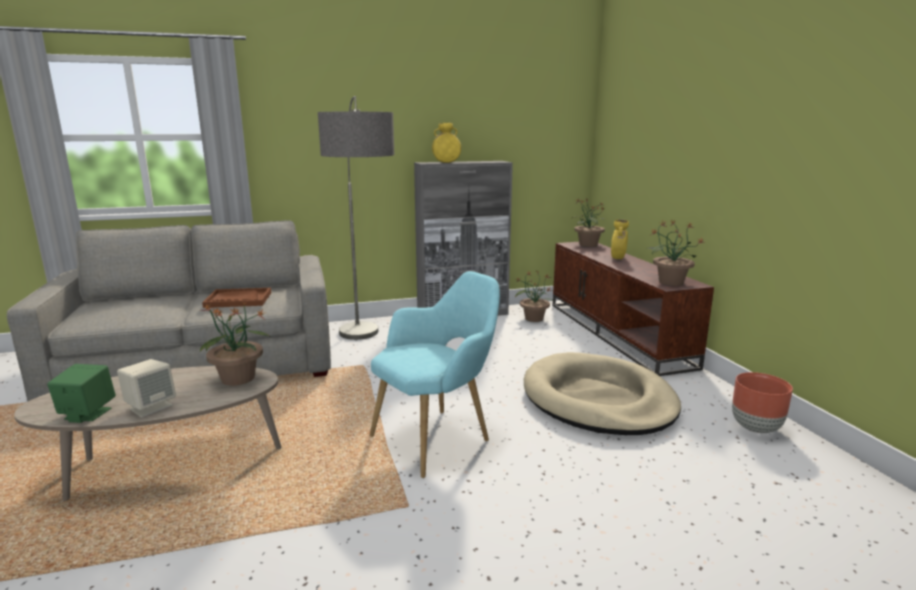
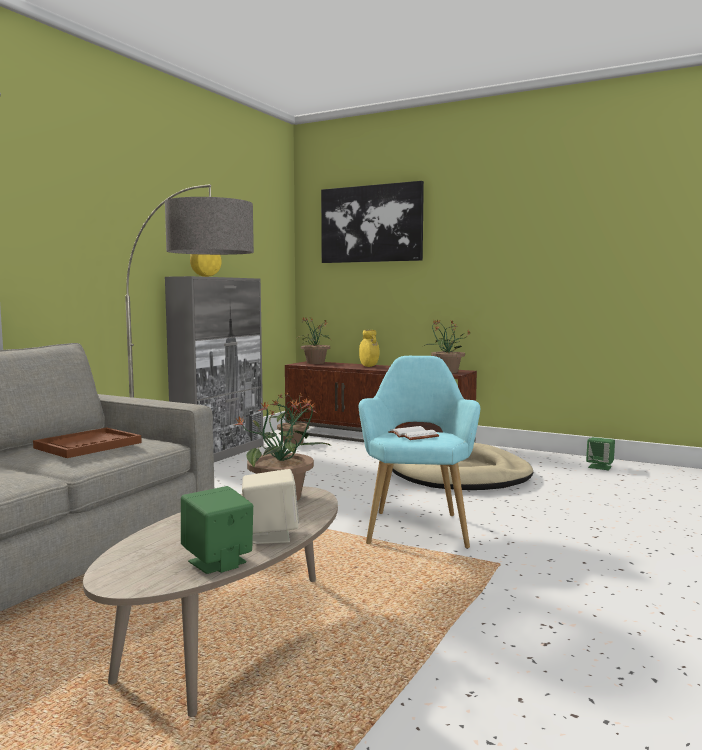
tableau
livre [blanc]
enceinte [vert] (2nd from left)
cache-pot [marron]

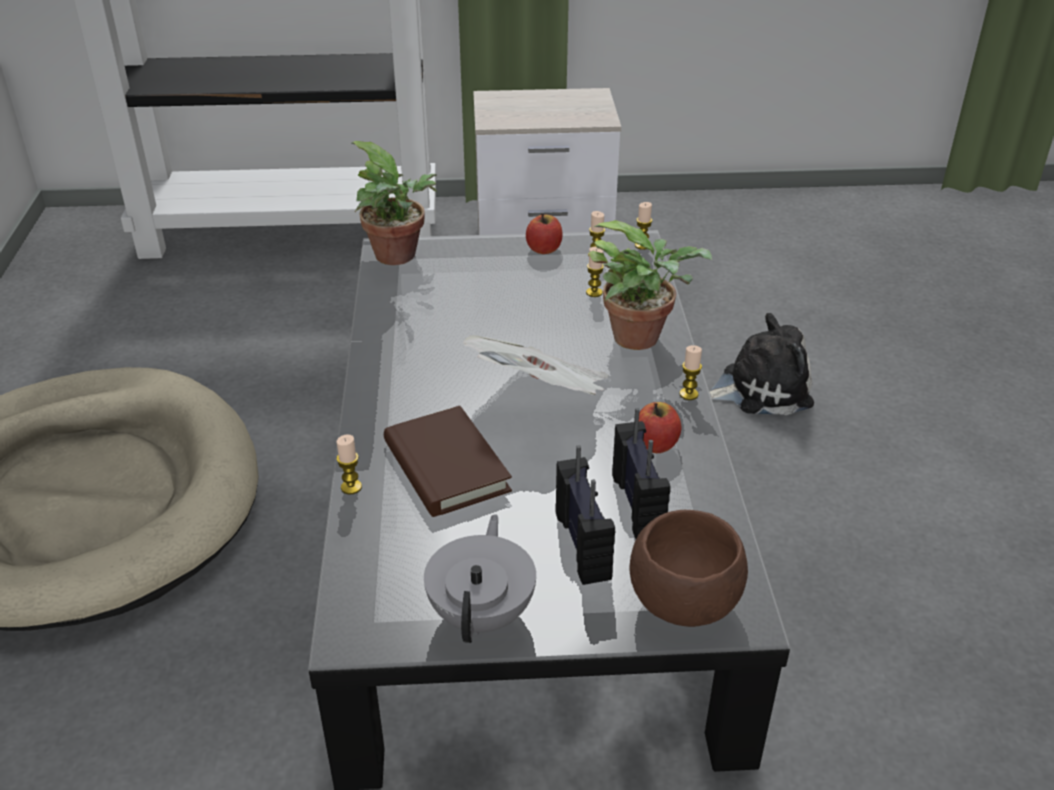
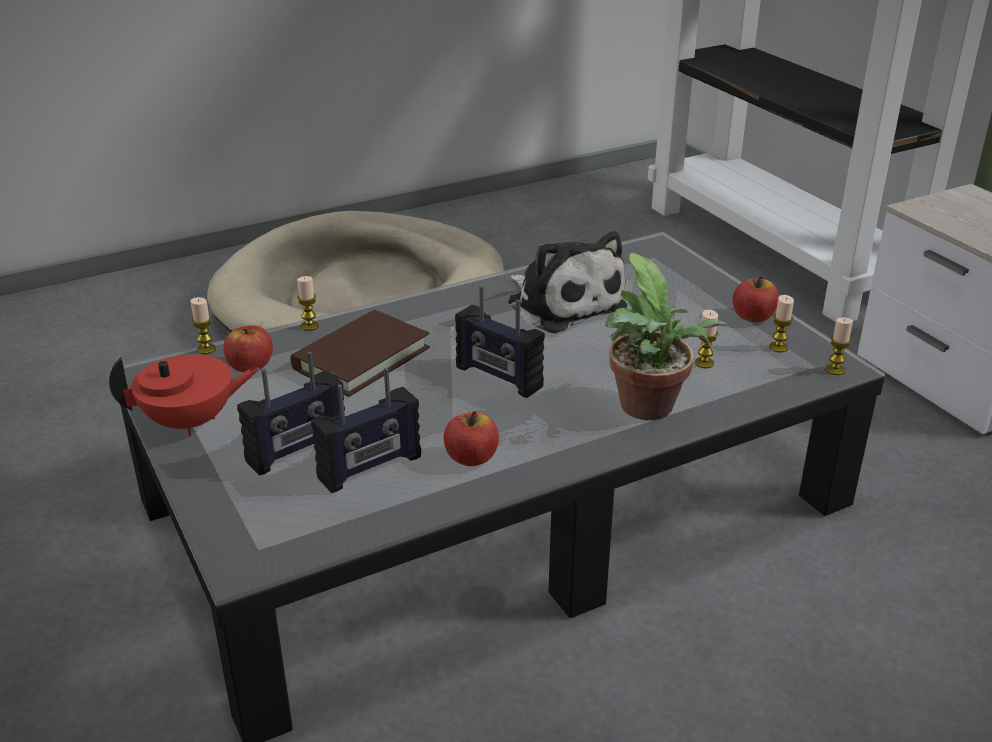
théière [rouge]
bougie (1st from left)
pomme (1st from left)
radio (3rd from left)
peluche
plante en pot (1st from left in the first image)
bol [marron]

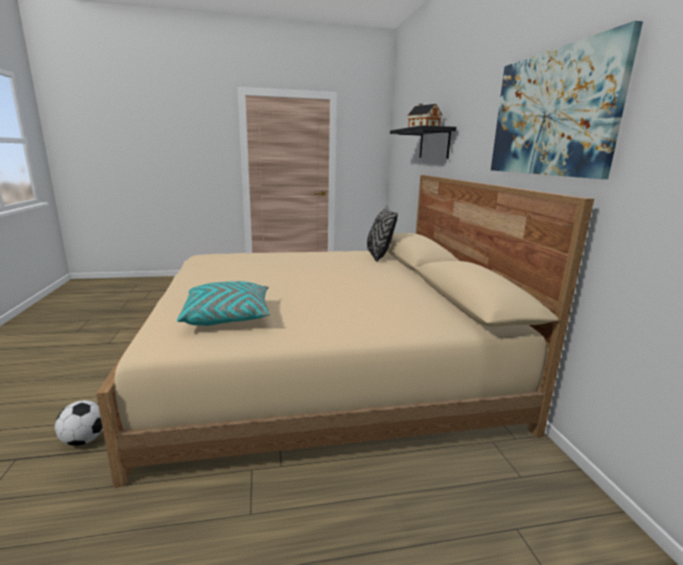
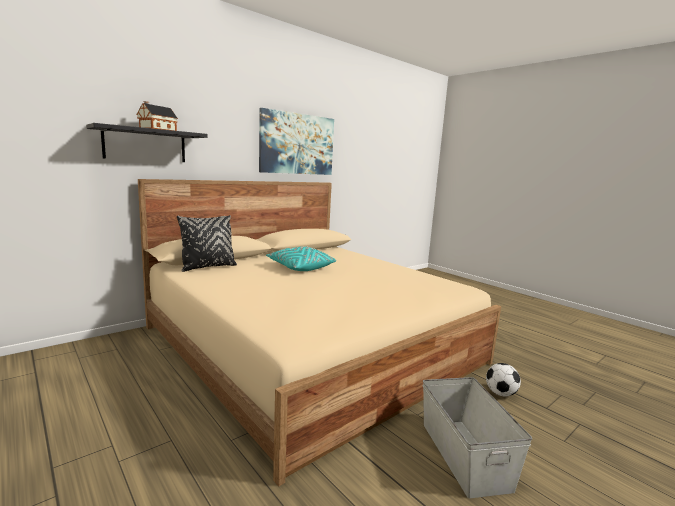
coussin [turquoise]
boîte de rangement [gris]

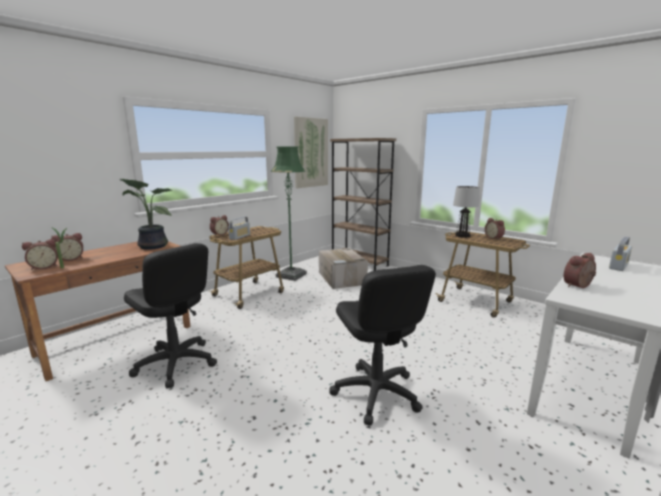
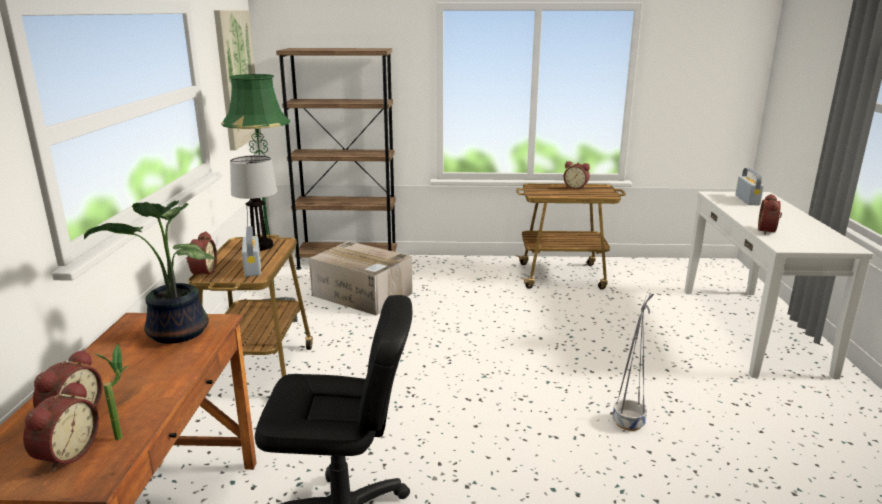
lampe de table
cache-pot [gris]

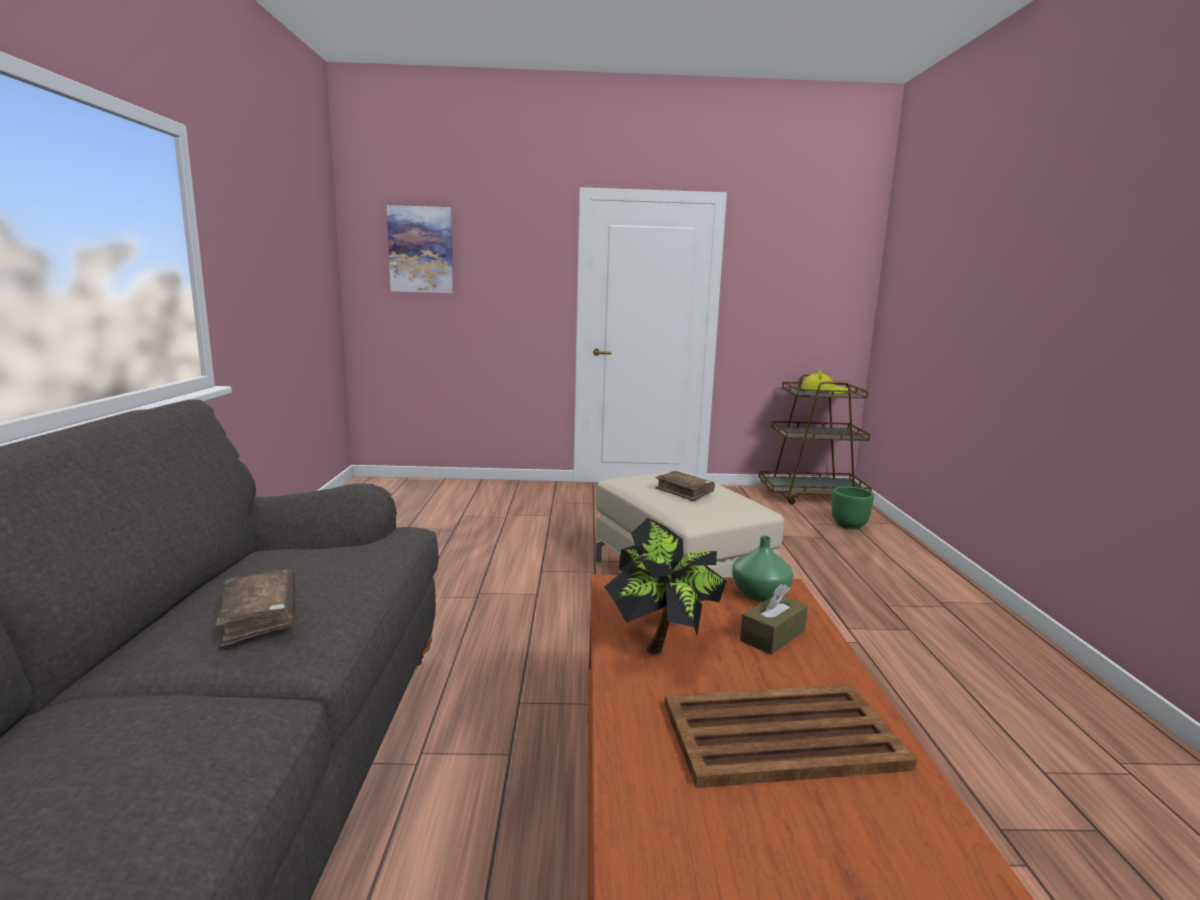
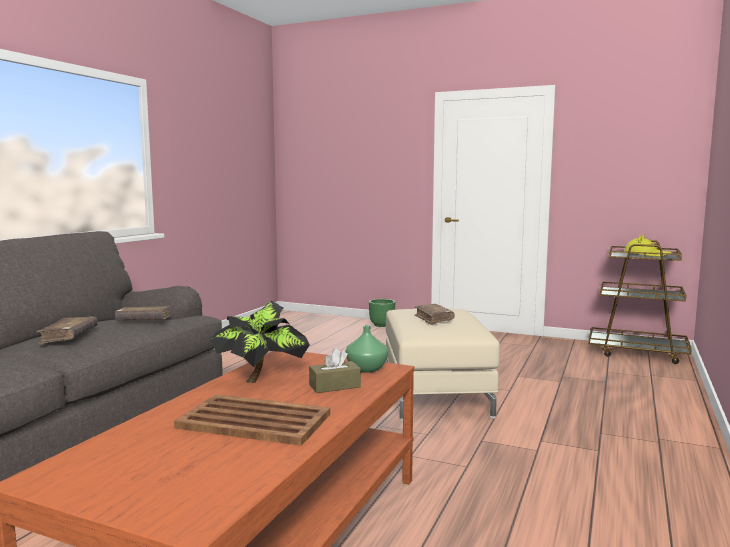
livre [marron] (2nd from left)
cache-pot [vert]
tableau

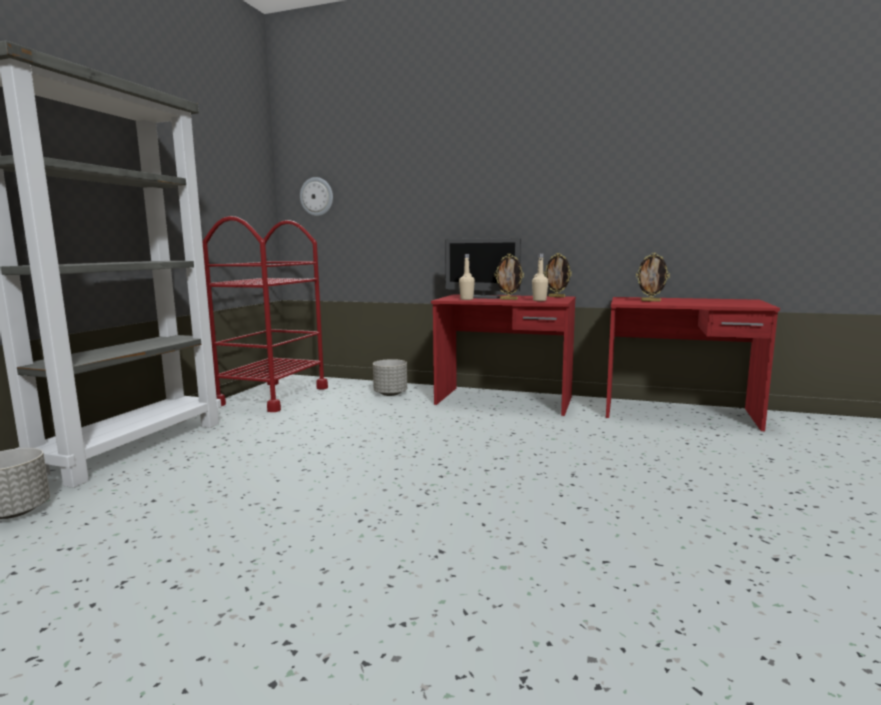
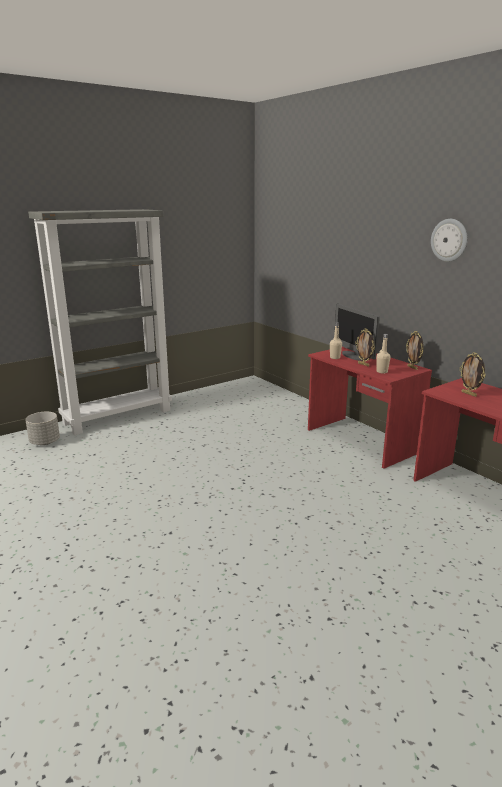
horloge murale
chariot [rouge]
cache-pot [gris] (2nd from left in the first image)

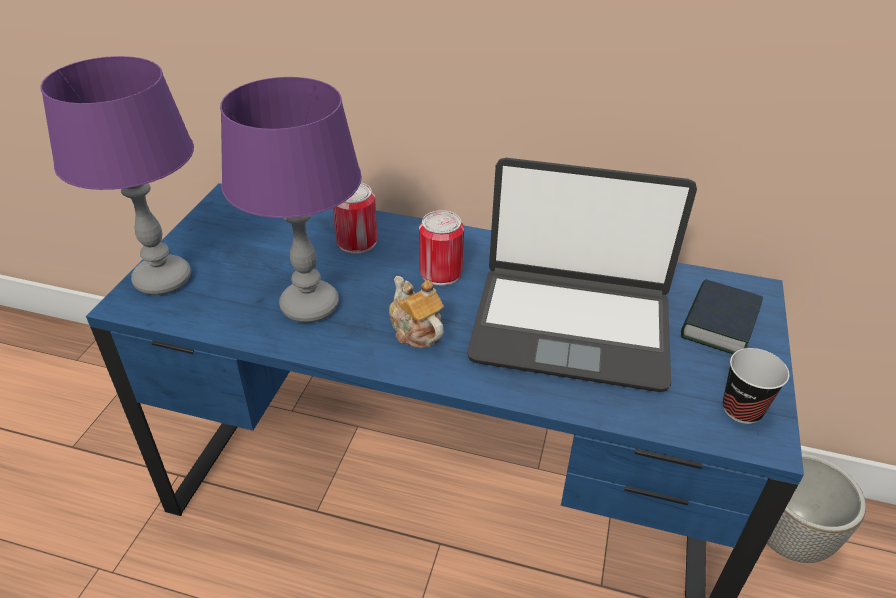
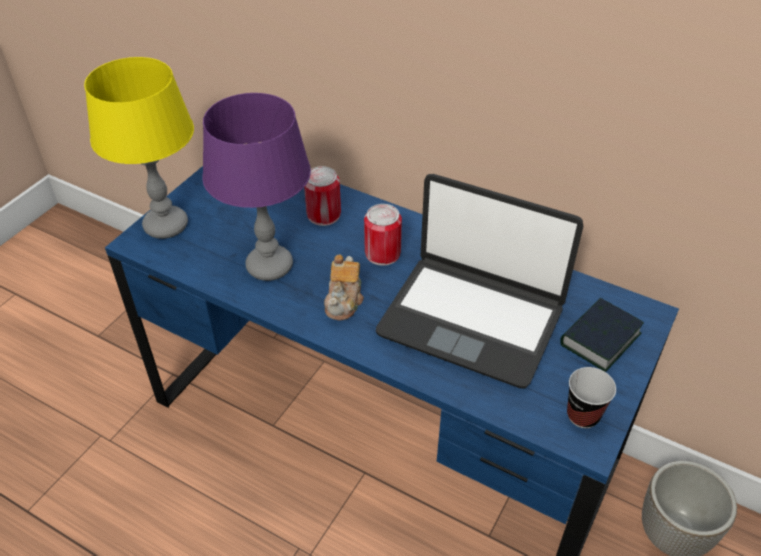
lampe de table [jaune]
théière

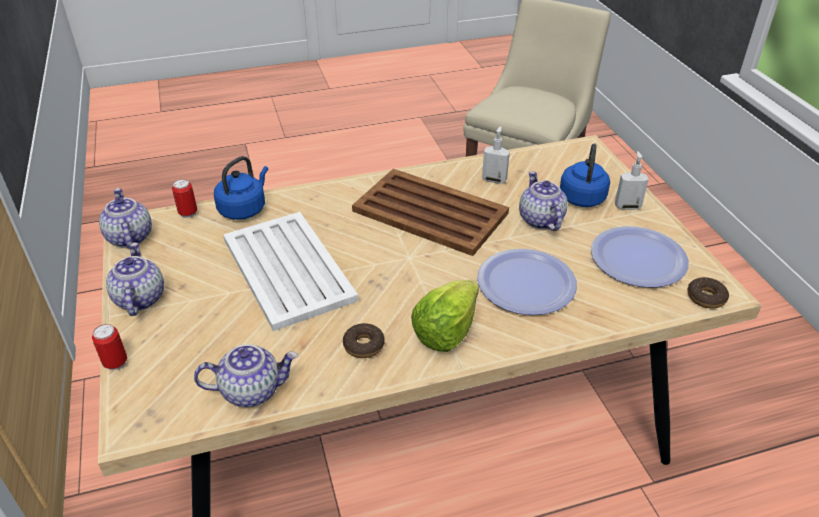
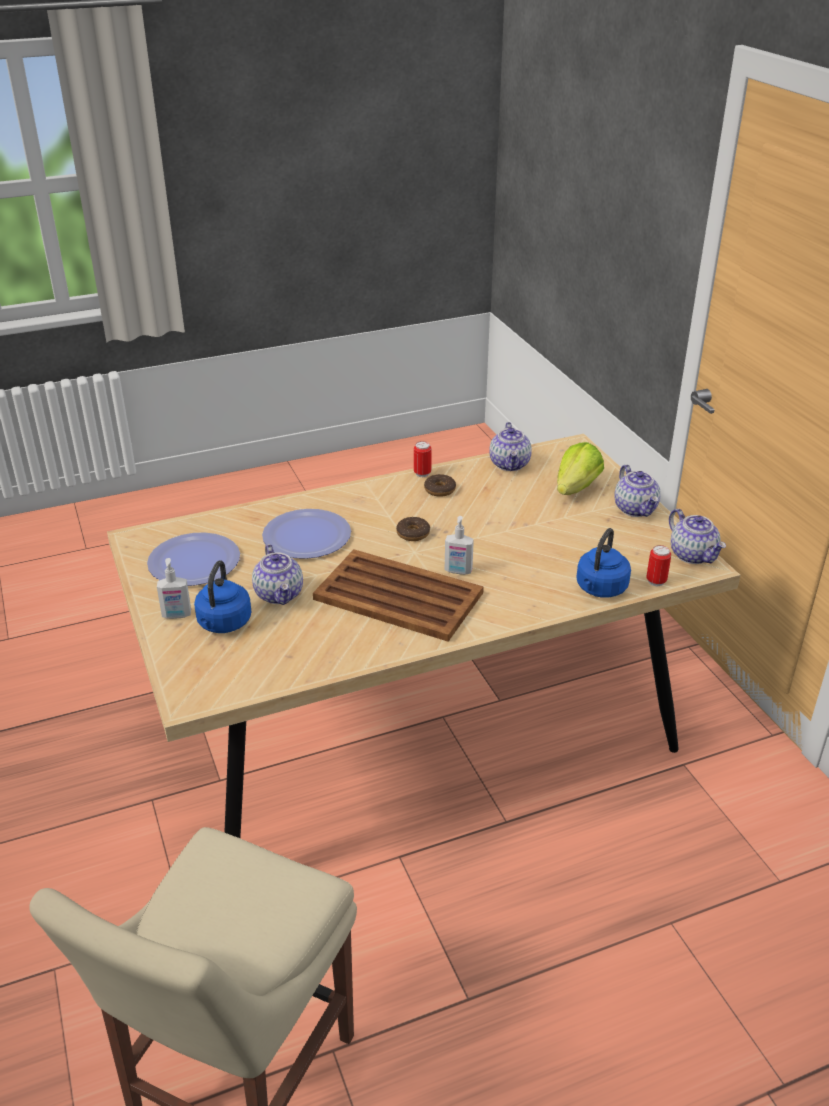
beignet (1st from left)
boîte métallique (1st from left)
distributeur de savon (2nd from left)
théière (2nd from left)
laitue
plateau [blanc]

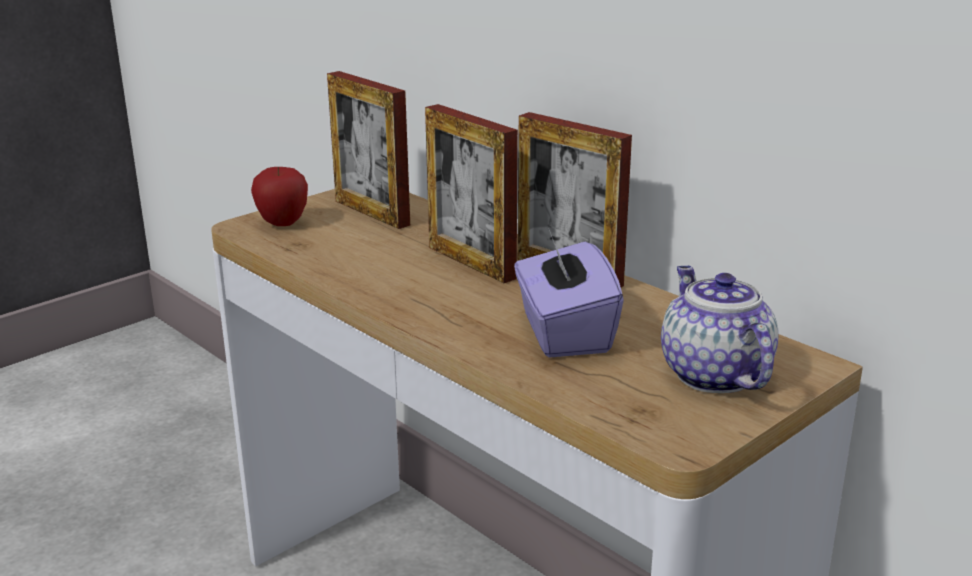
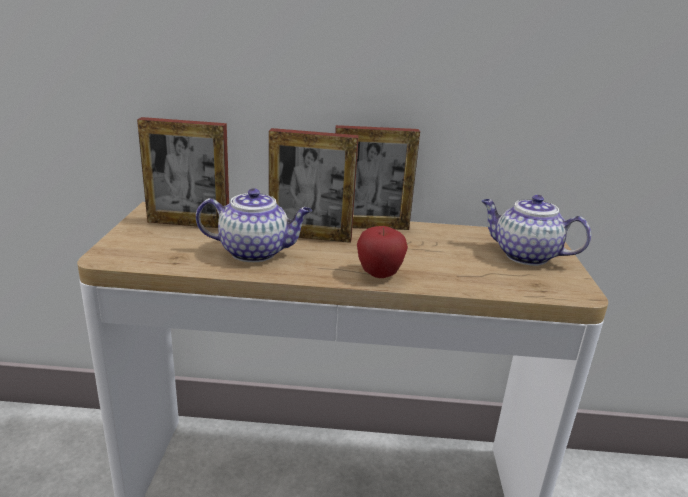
théière (1st from left)
pomme
boîte à mouchoirs [violet]

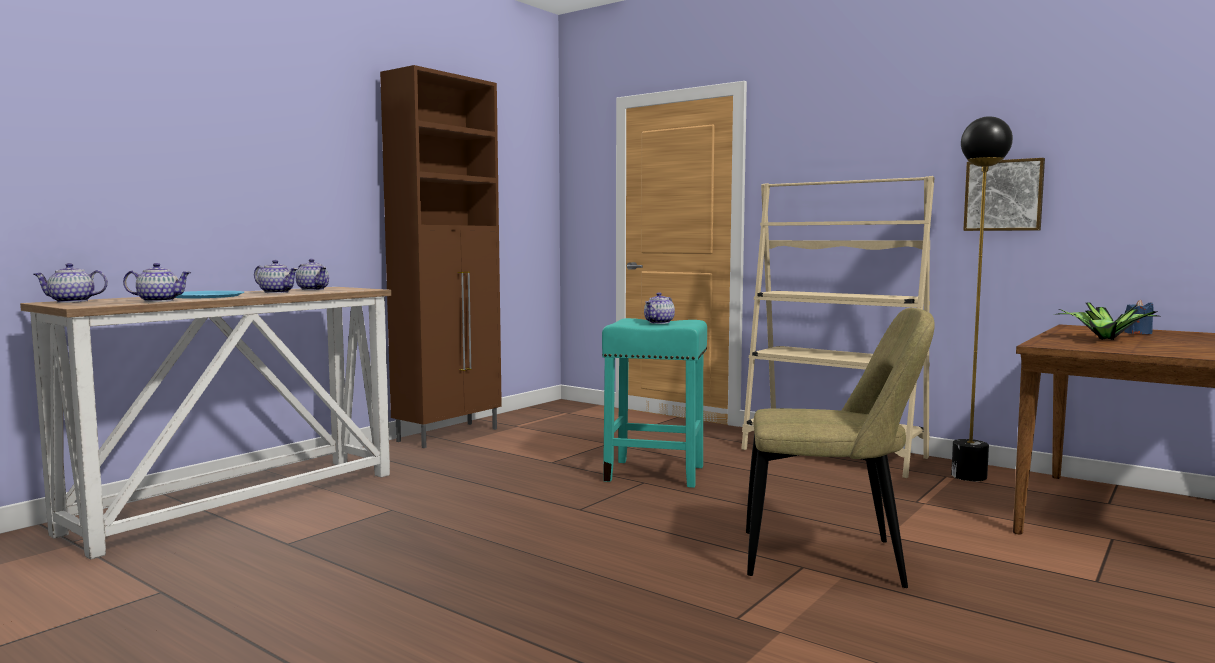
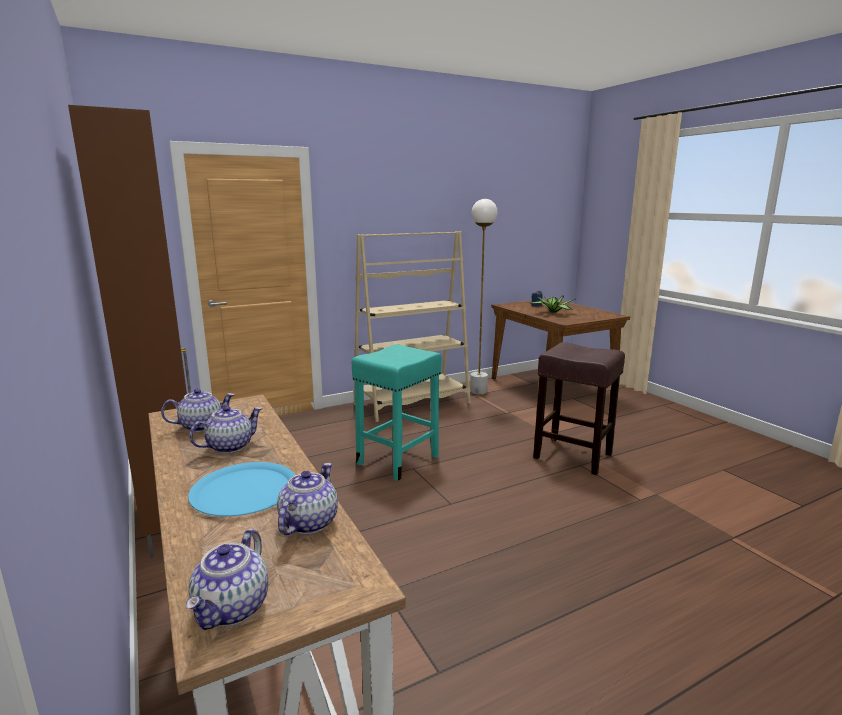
lampadaire [blanc]
tabouret [marron]
théière (5th from left in the first image)
tableau

